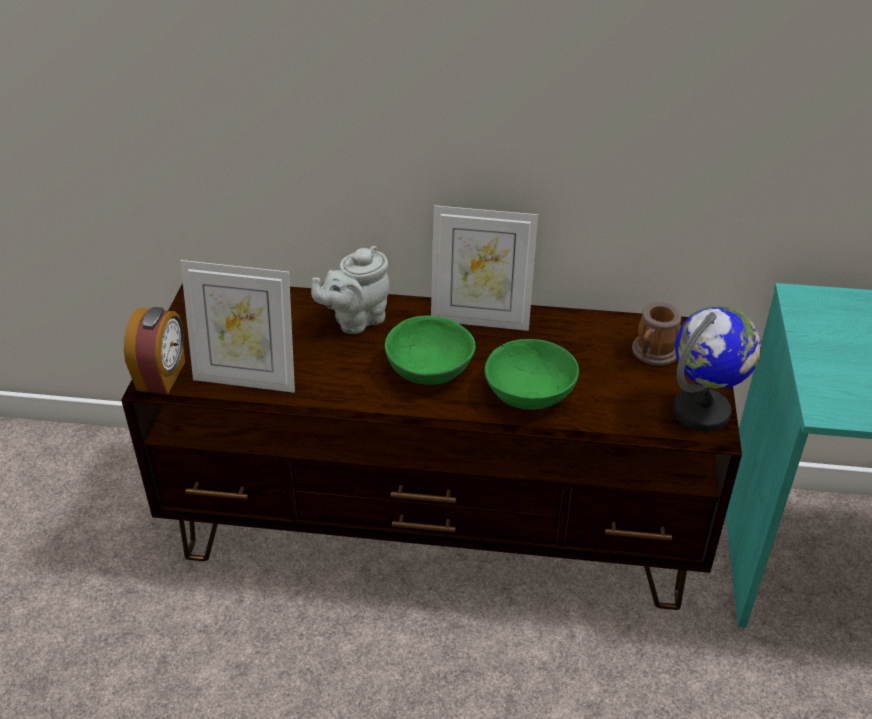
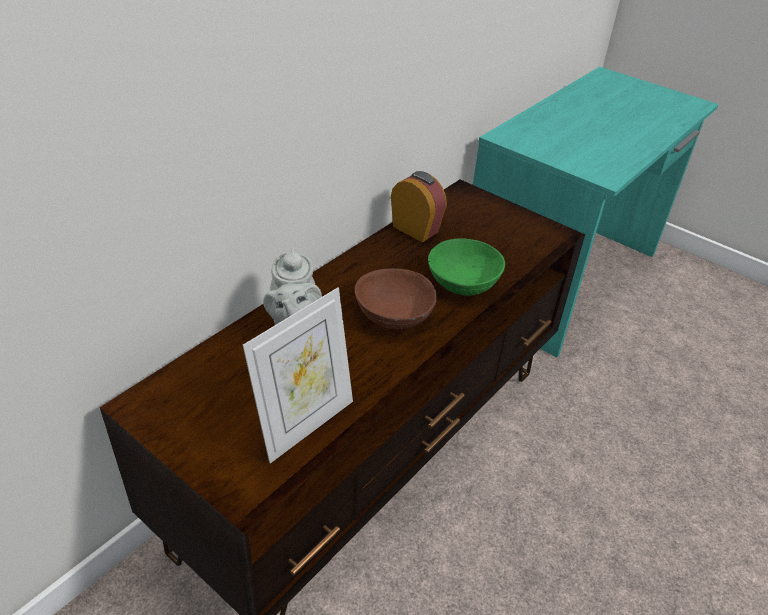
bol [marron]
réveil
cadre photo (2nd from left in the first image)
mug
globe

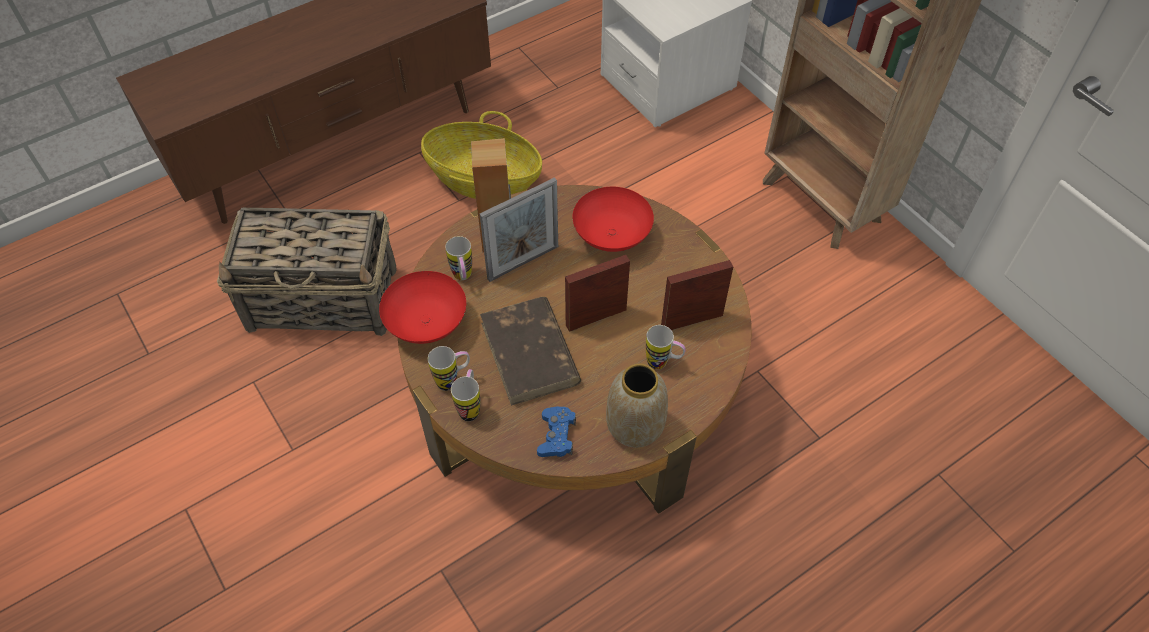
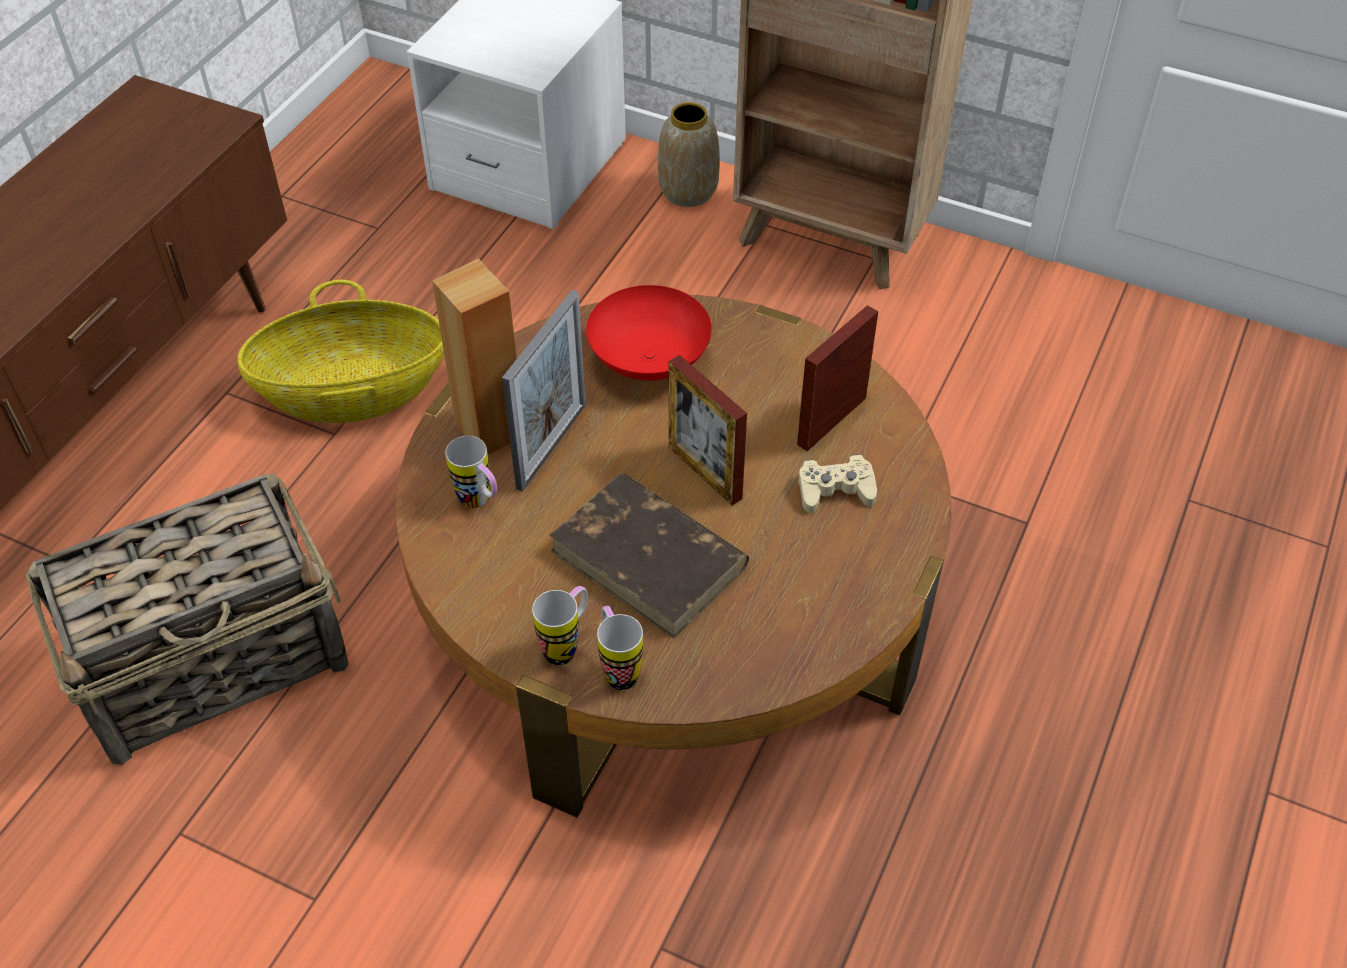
vase
cadre photo (2nd from left)
manette [beige]
bol [rouge] (1st from left in the first image)
manette [bleu]

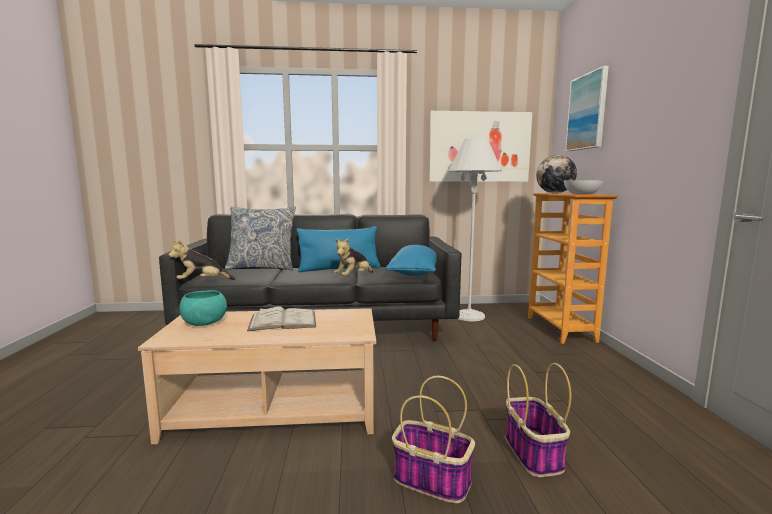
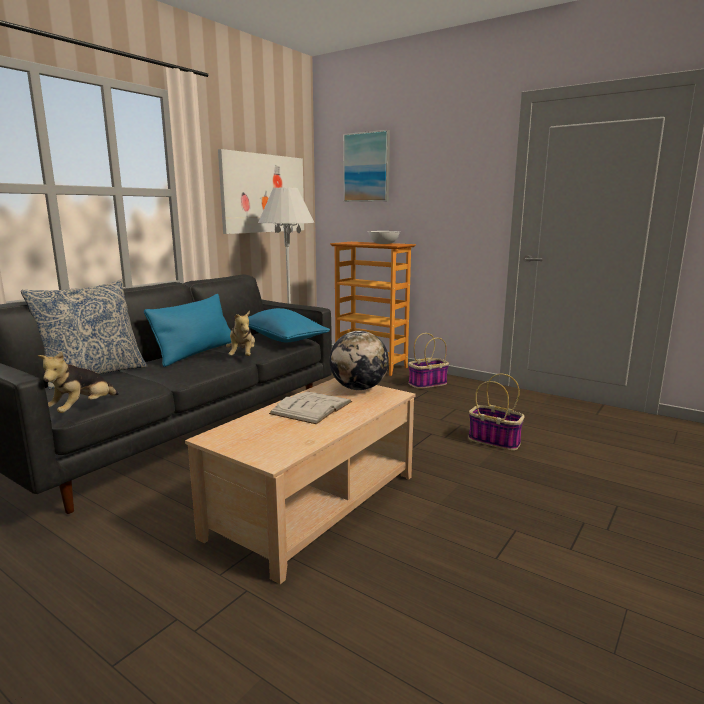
globe
panier (1st from left)
bol [turquoise]

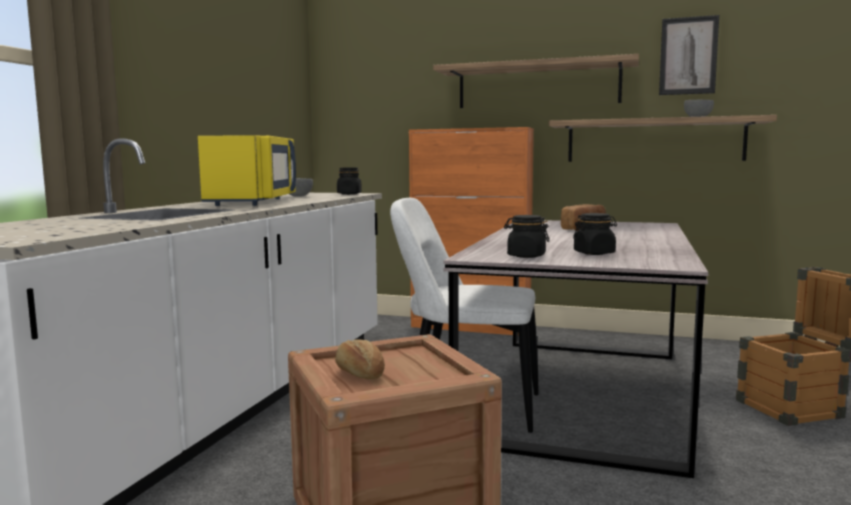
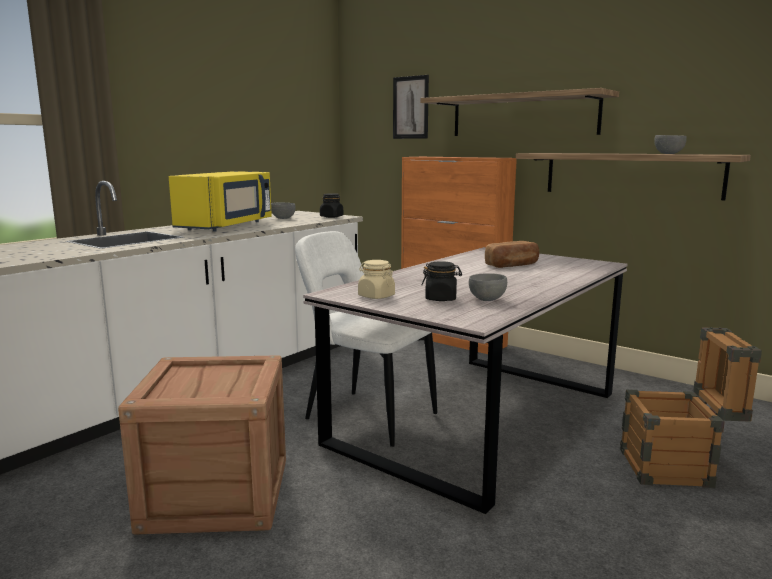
bocal [beige]
tableau
bol [gris] (2nd from left)
pain (1st from left in the first image)

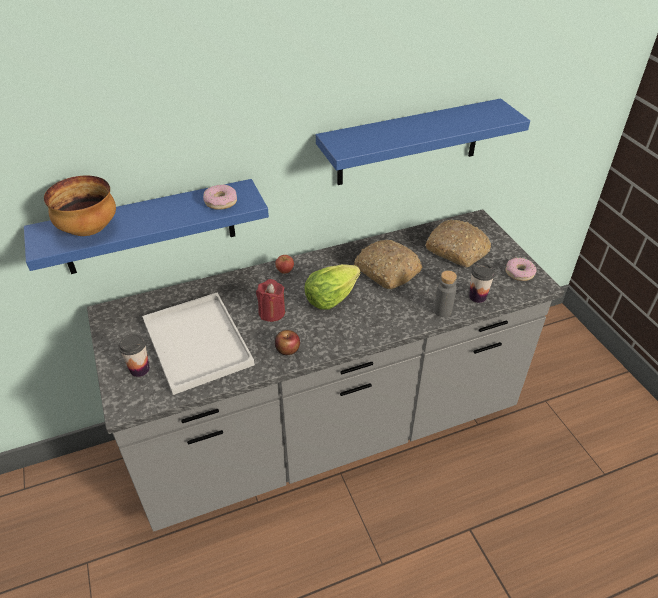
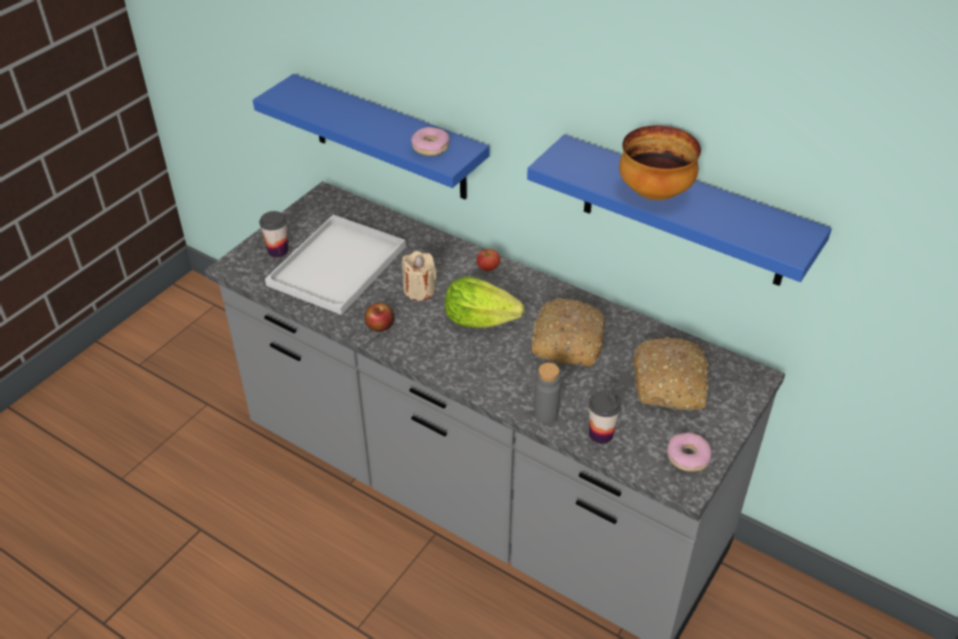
bougie [beige]
bol

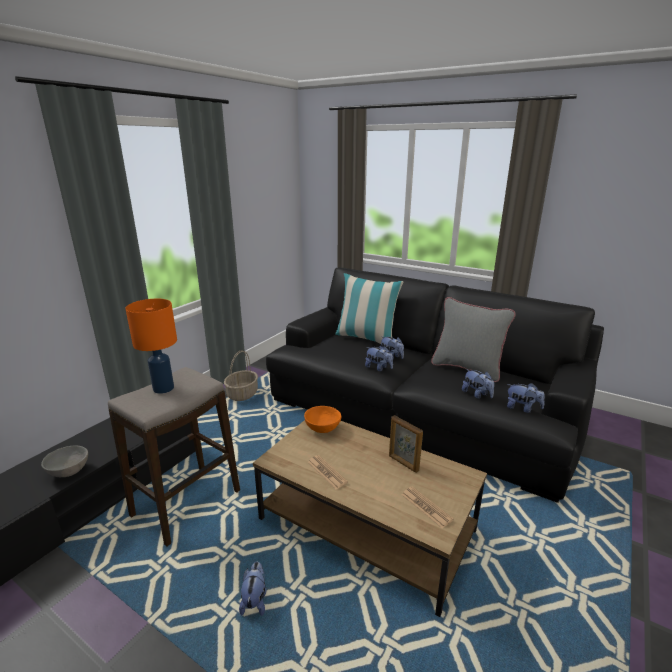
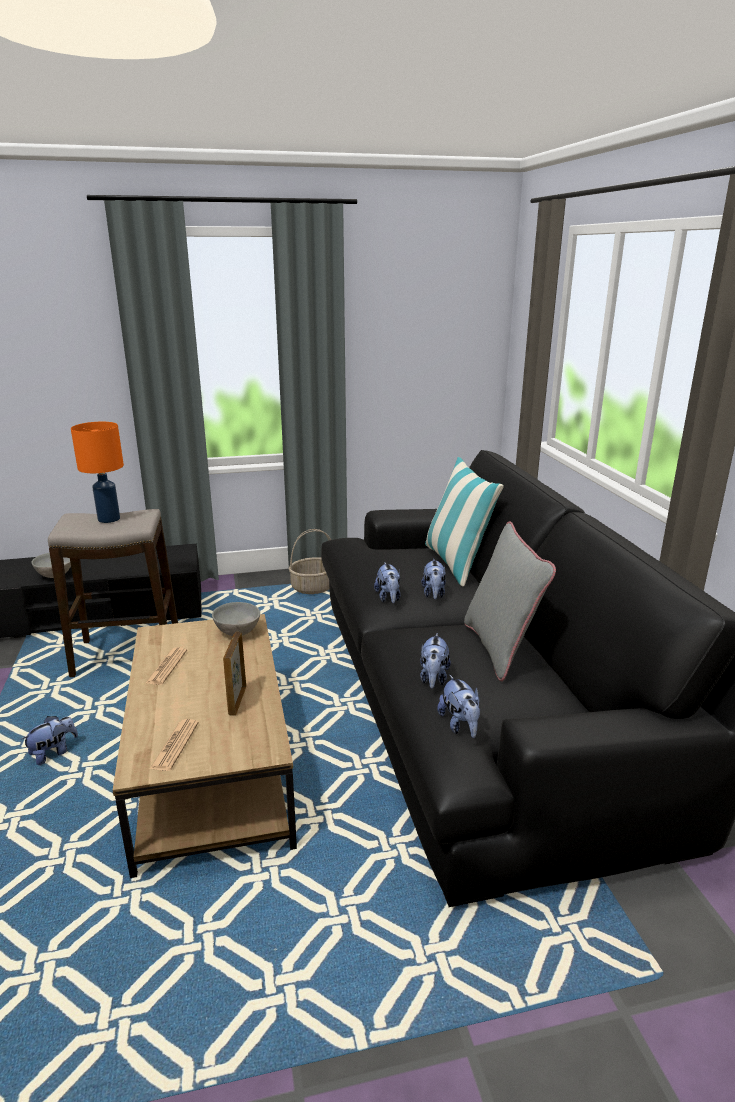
bol [gris] (2nd from left)

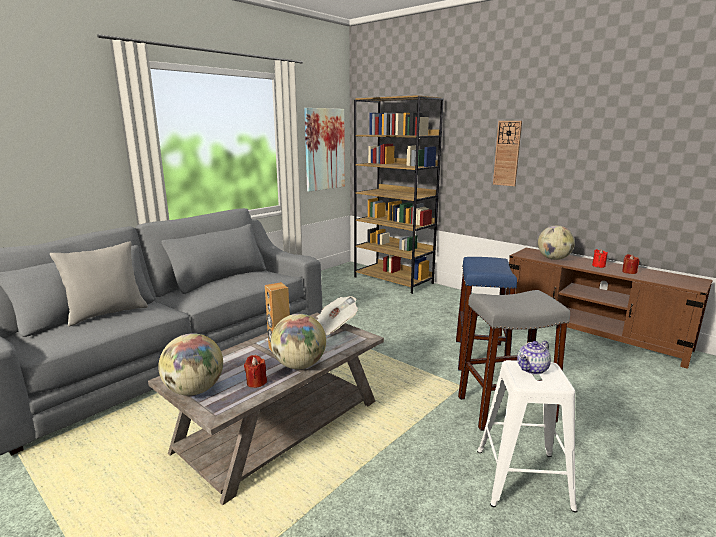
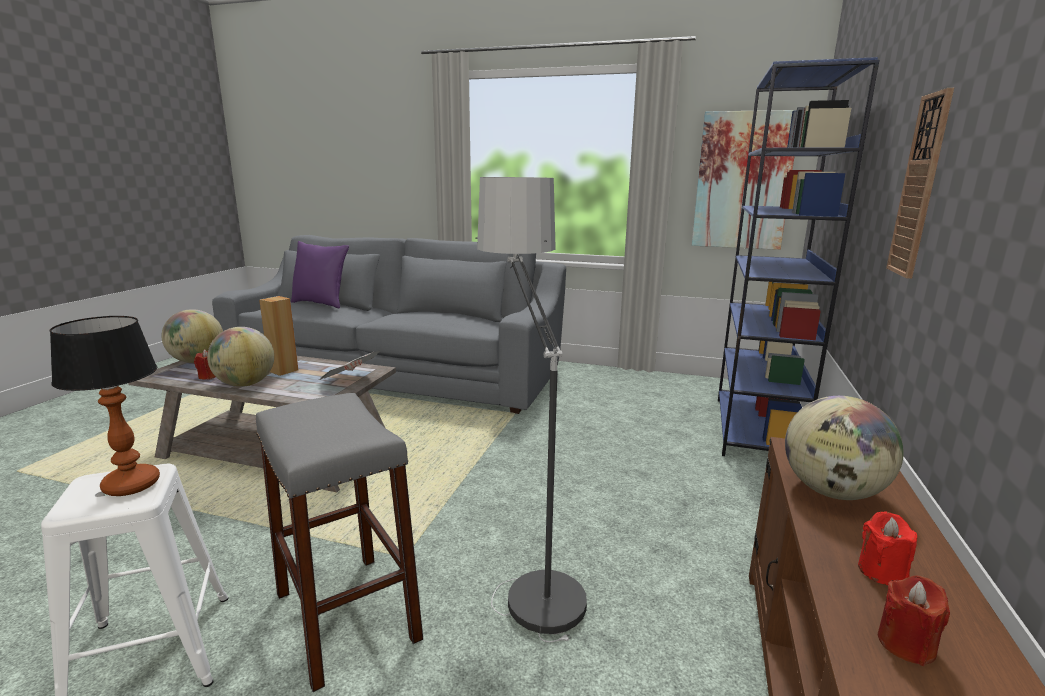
lampe de table
coussin [violet]
lampadaire
bibliothèque [bleu]

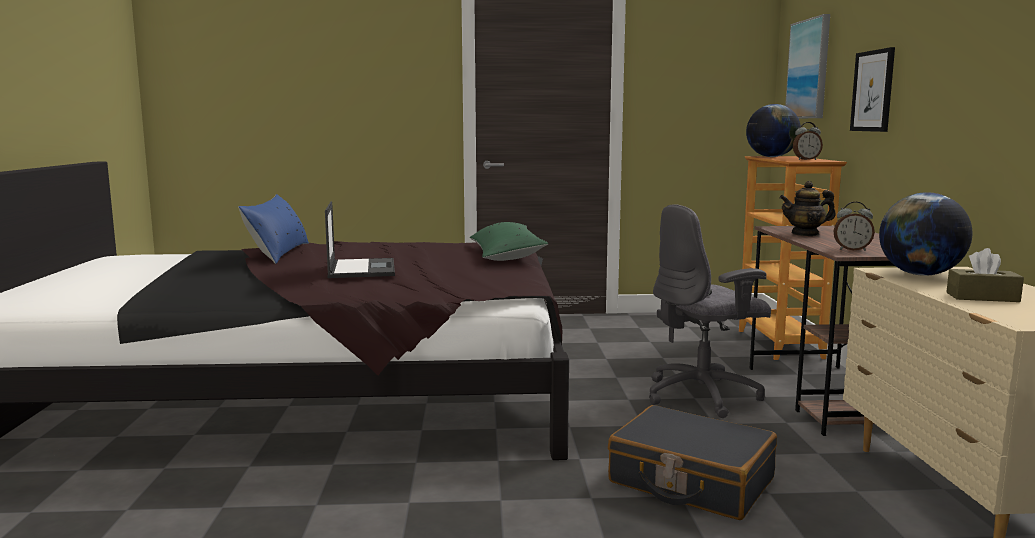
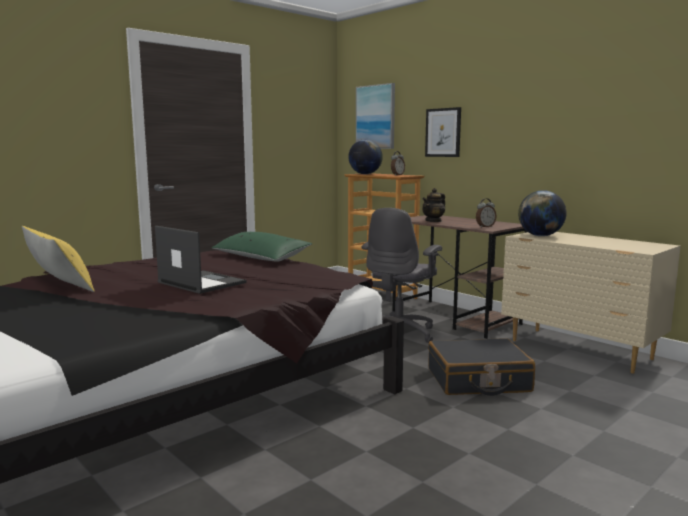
coussin [jaune]
boîte à mouchoirs [marron]

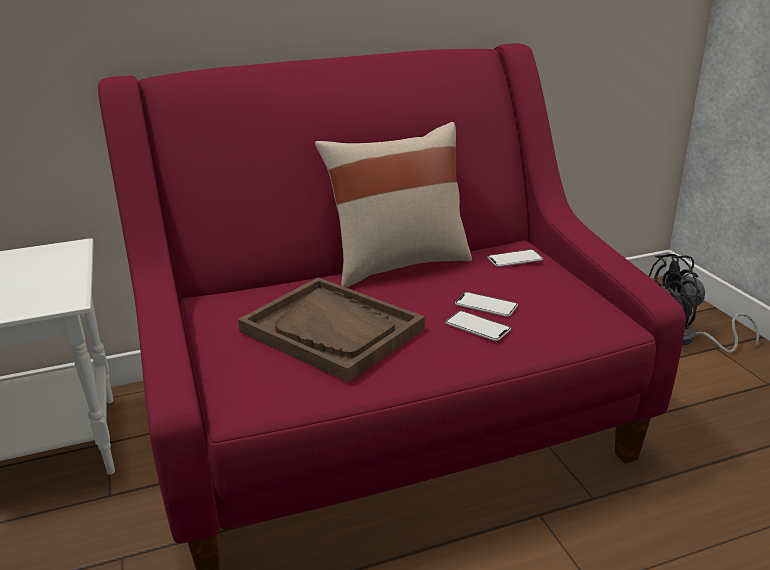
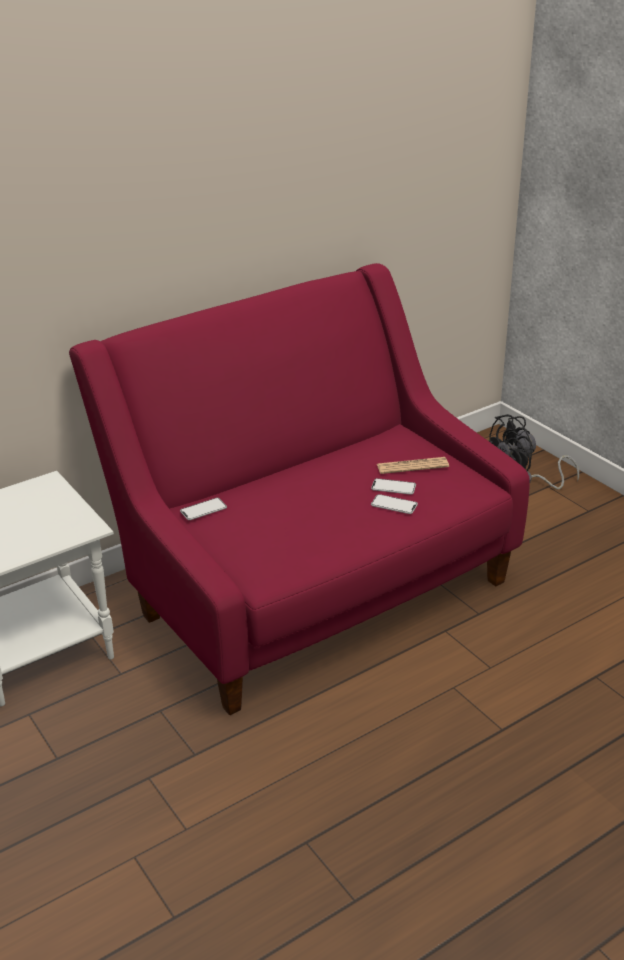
téléphone (1st from left)
journal
plateau [marron]
coussin [beige]

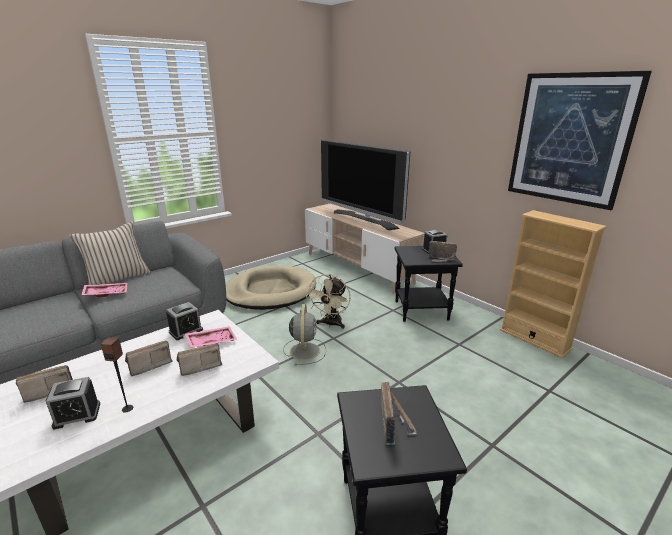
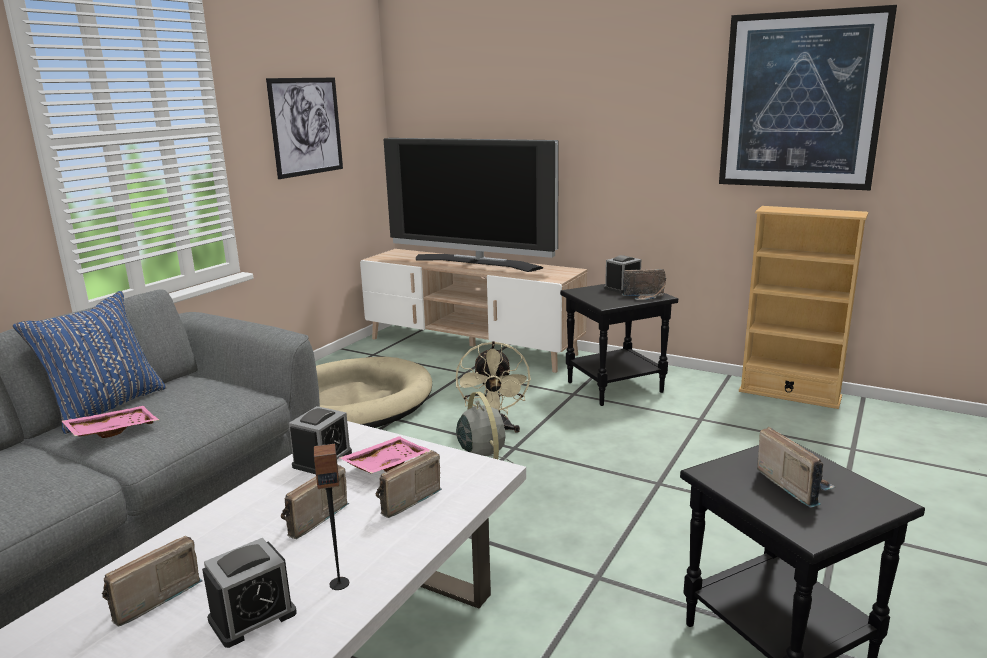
coussin [bleu]
tableau (1st from left)

